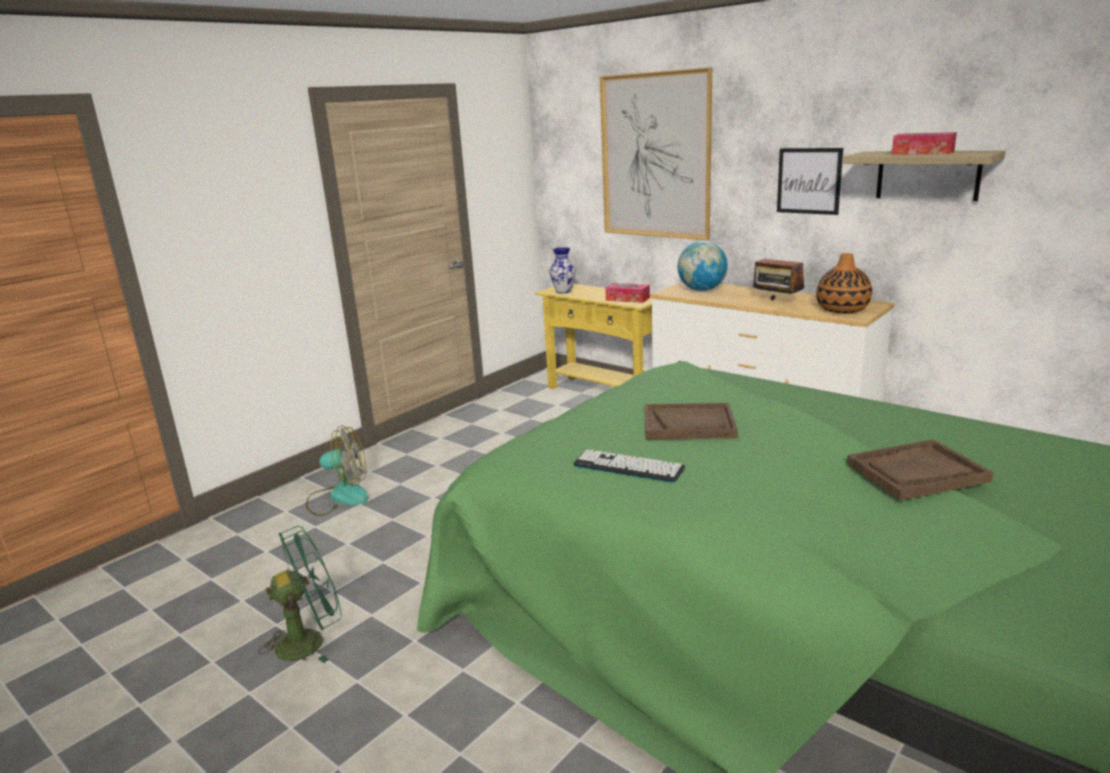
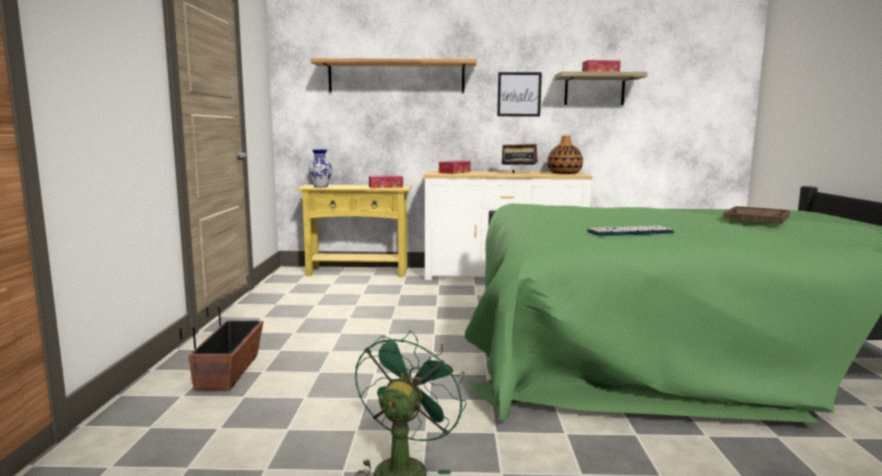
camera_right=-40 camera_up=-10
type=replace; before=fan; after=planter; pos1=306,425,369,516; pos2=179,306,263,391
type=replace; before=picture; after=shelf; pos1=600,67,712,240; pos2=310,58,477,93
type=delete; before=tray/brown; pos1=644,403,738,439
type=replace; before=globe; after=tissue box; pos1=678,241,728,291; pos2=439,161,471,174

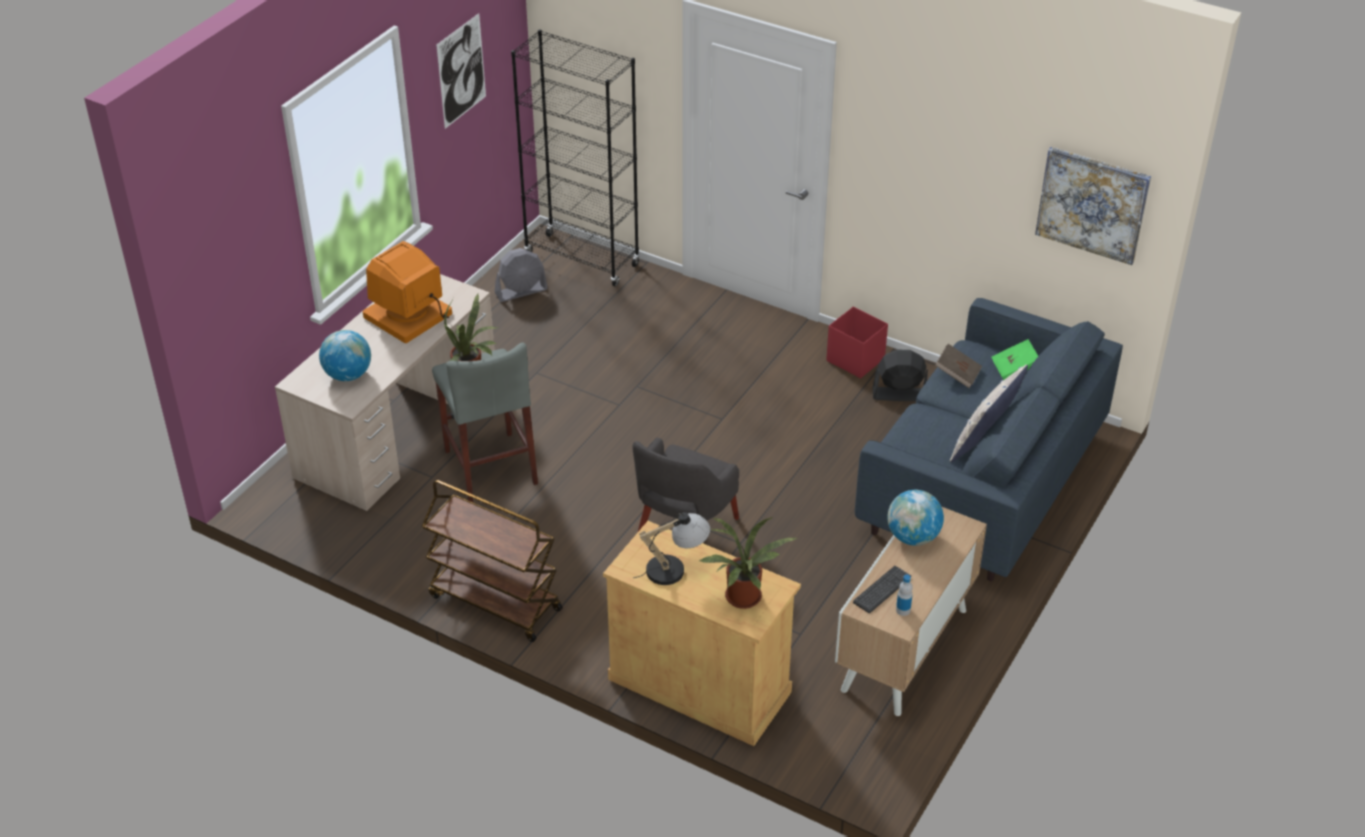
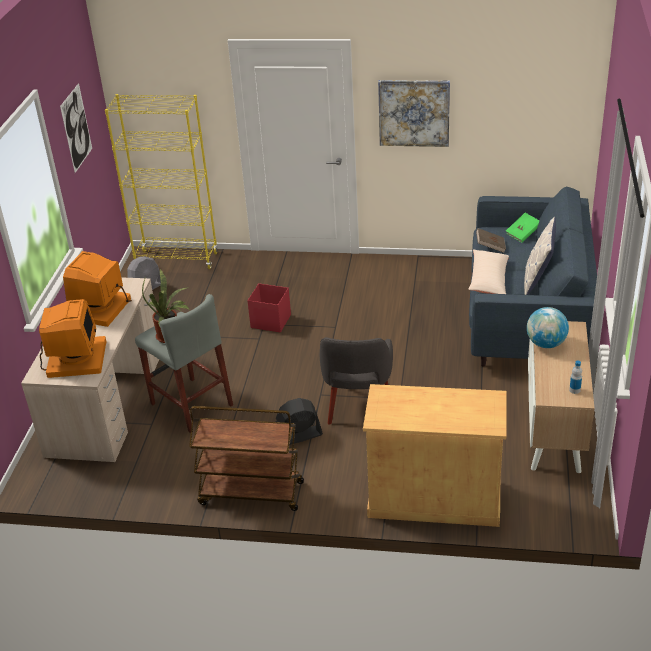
camera_right=-20 camera_up=-5
type=replace; before=globe; after=monitor; pos1=319,330,371,381; pos2=39,299,106,378
type=recolor; before=bookcase/black; after=bookcase/yellow; pos1=511,29,640,286; pos2=105,94,218,269
type=delete; before=table lamp; pos1=634,512,710,585
type=delete; before=potted plant; pos1=699,517,797,609
type=move; before=storage box/red; pos1=826,307,888,378; pos2=247,283,291,332
type=delete; before=keyboard; pos1=853,566,911,613
type=move; before=fan/black; pos1=873,350,928,401; pos2=275,398,323,445
type=move; before=picture; pos1=1035,147,1151,265; pos2=378,80,450,147
type=insert; after=pillow/beige; pos2=468,249,509,294

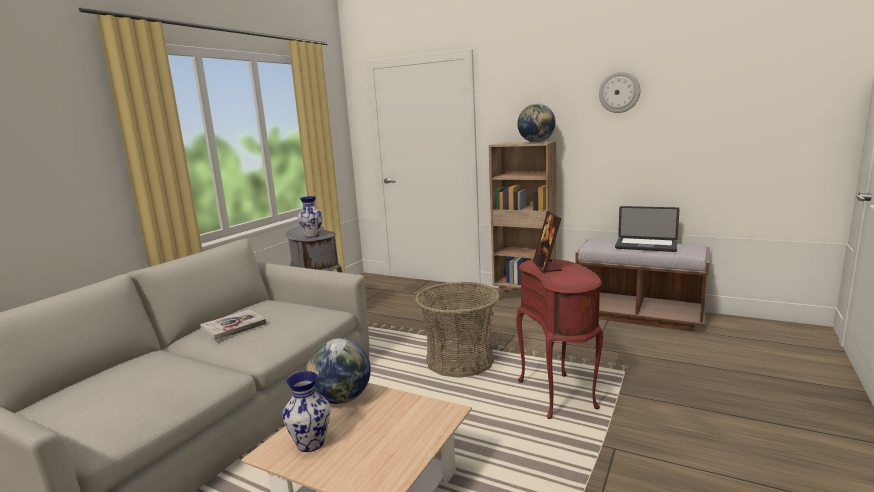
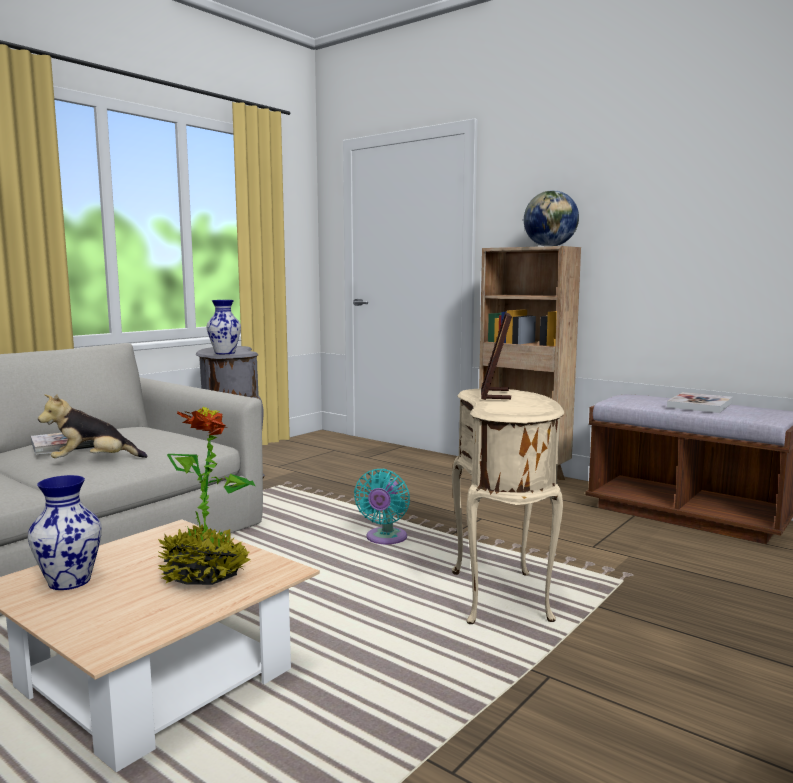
camera_right=10 camera_up=-5
type=delete; before=globe; pos1=306,338,371,404
type=replace; before=basket; after=fan/turquoise; pos1=415,282,500,378; pos2=354,469,410,544
type=recolor; before=side table/red; after=side table/beige; pos1=516,259,603,419; pos2=452,389,564,624
type=delete; before=wall clock; pos1=599,72,641,113
type=replace; before=laptop; after=book; pos1=615,206,680,252; pos2=667,392,733,413
type=insert; after=plush toy; pos2=38,394,148,458
type=insert; after=potted plant; pos2=157,406,255,585

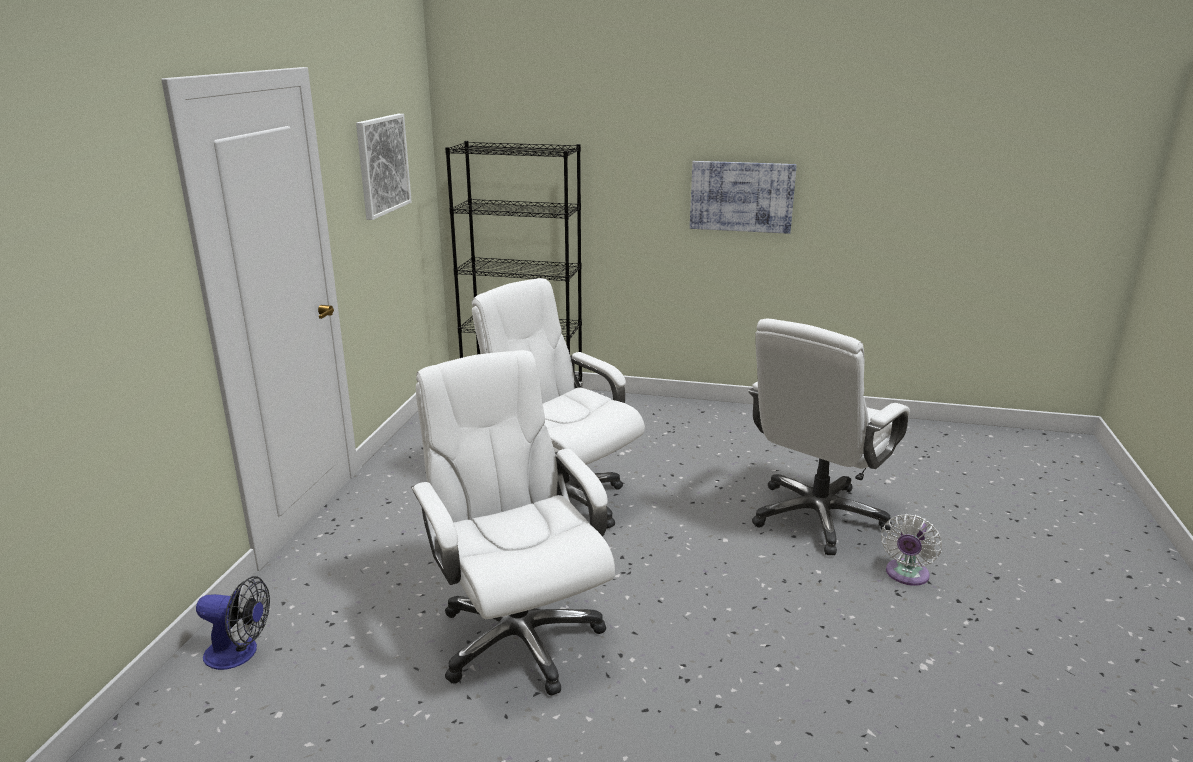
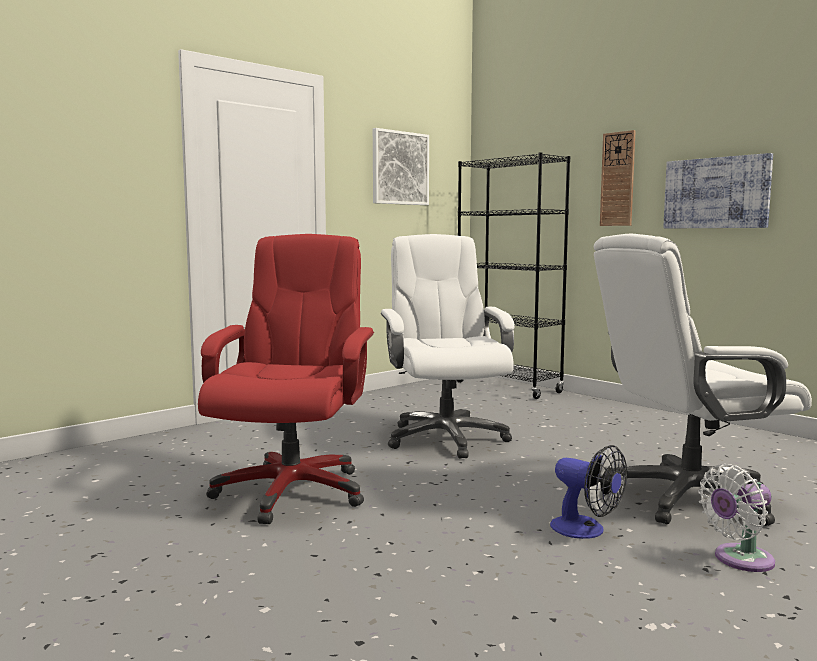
camera_right=35 camera_up=-15
type=move; before=fan; pos1=196,576,270,670; pos2=550,445,627,539
type=recolor; before=office chair/white; after=office chair/red; pos1=411,350,615,696; pos2=198,234,374,524
type=insert; after=wall clock; pos2=600,130,636,226

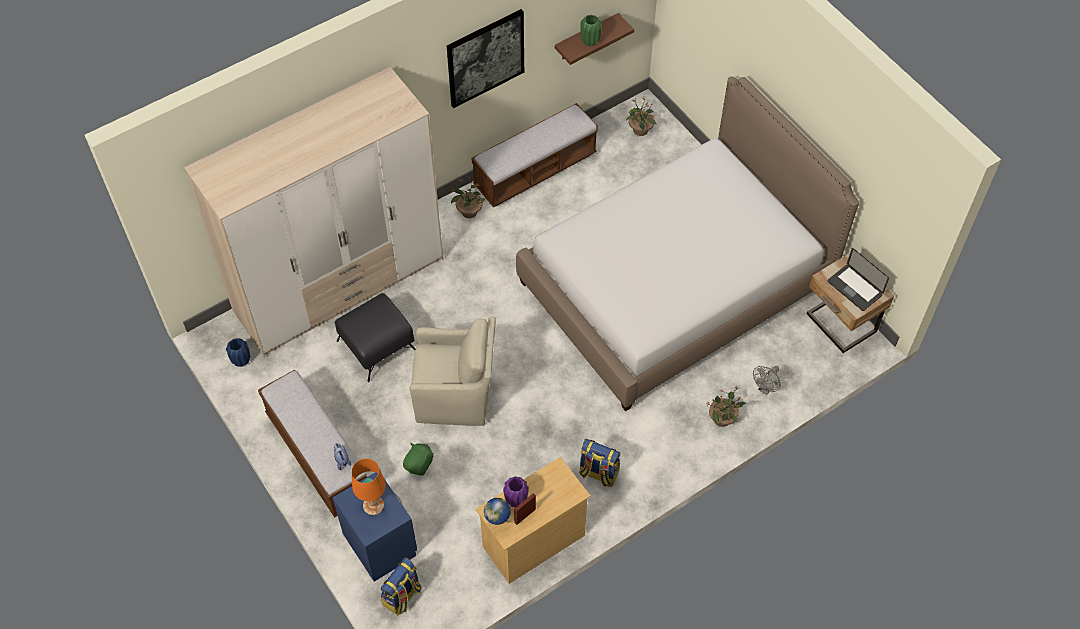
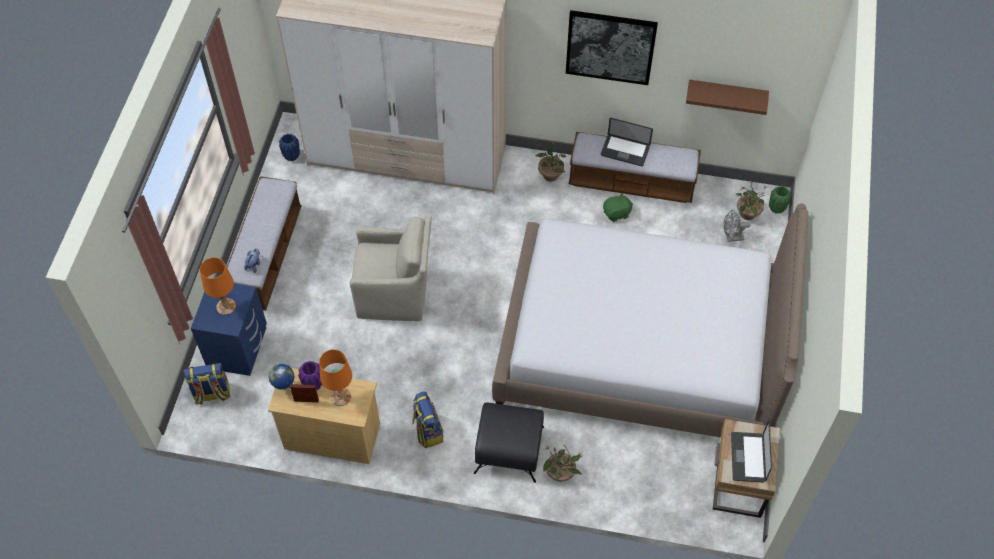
camera_right=45 camera_up=0
type=move; before=ottoman/black; pos1=335,293,415,382; pos2=474,403,544,483
type=move; before=plush toy/green; pos1=403,443,434,475; pos2=603,192,633,222
type=rotate; before=armchair/beige; pos1=410,316,496,426; pos2=350,215,432,321; turn=-45
type=move; before=vase/green; pos1=580,14,602,46; pos2=769,186,791,214
type=move; before=fan/grey; pos1=753,366,780,395; pos2=724,210,750,242
type=insert; after=table lamp/orange; pos2=319,349,352,406
type=insert; after=laptop; pos2=601,118,653,166

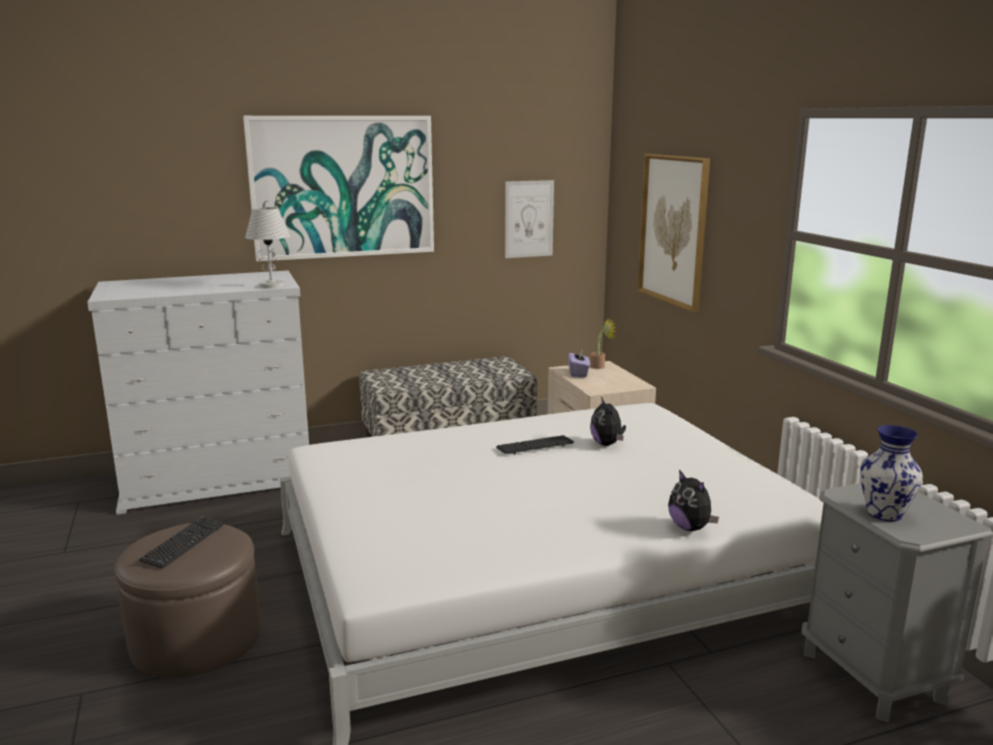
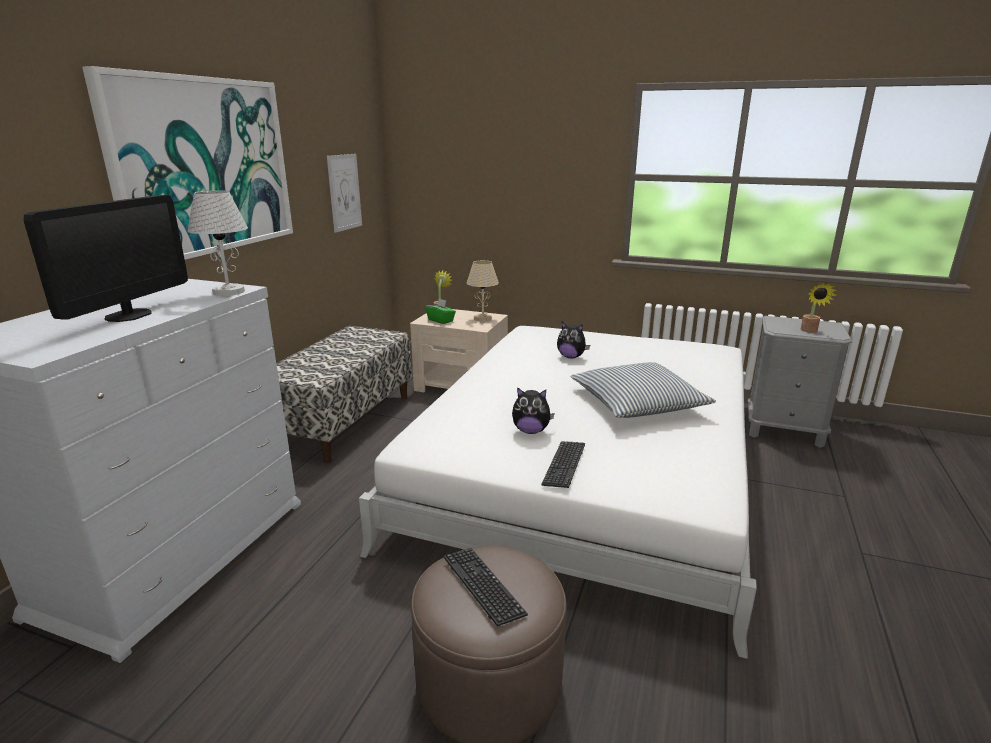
camera_right=-50 camera_up=5
type=move; before=keyboard; pos1=496,435,574,455; pos2=541,441,585,488
type=recolor; before=tissue box/purple; after=tissue box/green; pos1=568,349,590,377; pos2=425,299,456,324
type=delete; before=picture; pos1=637,154,710,312
type=move; before=plush toy; pos1=668,470,719,531; pos2=512,387,555,434
type=replace; before=vase; after=potted plant; pos1=860,425,923,521; pos2=801,282,837,333
type=insert; after=monitor; pos2=24,195,188,322
type=insert; after=table lamp/beige; pos2=466,260,499,322
type=insert; after=pillow; pos2=571,362,716,418

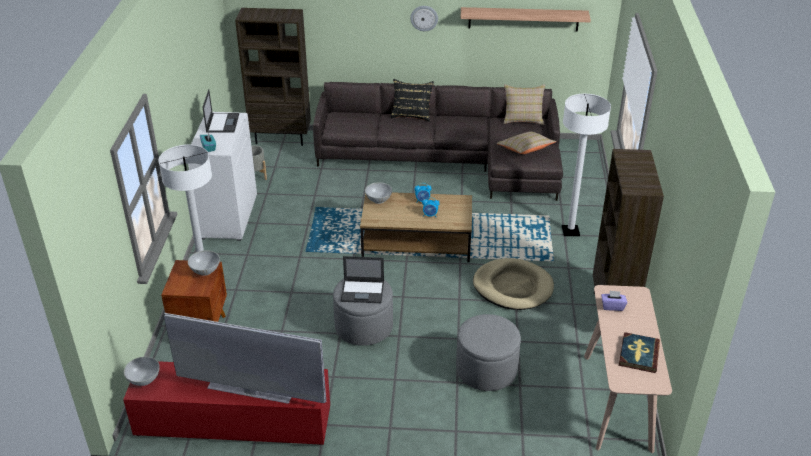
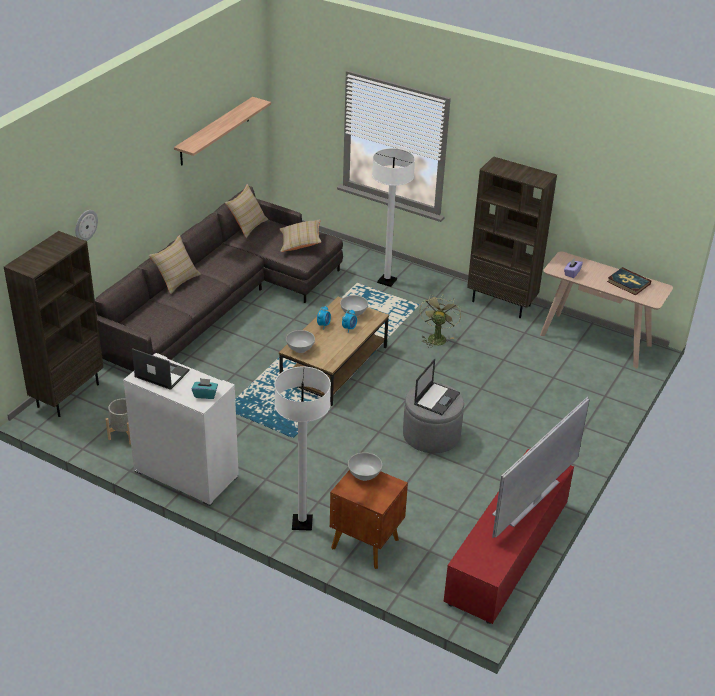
camera_right=-65 camera_up=0
type=move; before=bowl/white; pos1=124,357,160,386; pos2=340,295,368,317
type=recolor; before=pillow/black; after=pillow/beige; pos1=390,79,434,122; pos2=148,235,201,294
type=move; before=wall clock; pos1=410,6,438,31; pos2=75,210,98,241
type=delete; before=ottoman/grey; pos1=456,314,521,391
type=replace; before=dog bed/beige; after=fan/green; pos1=473,258,554,310; pos2=420,295,461,348

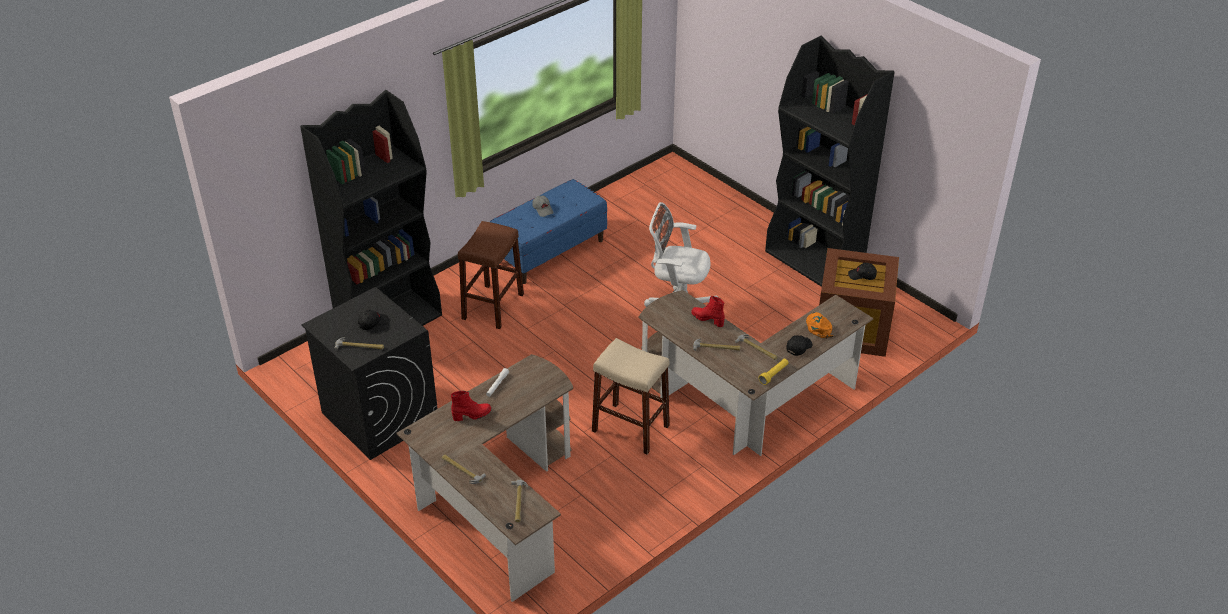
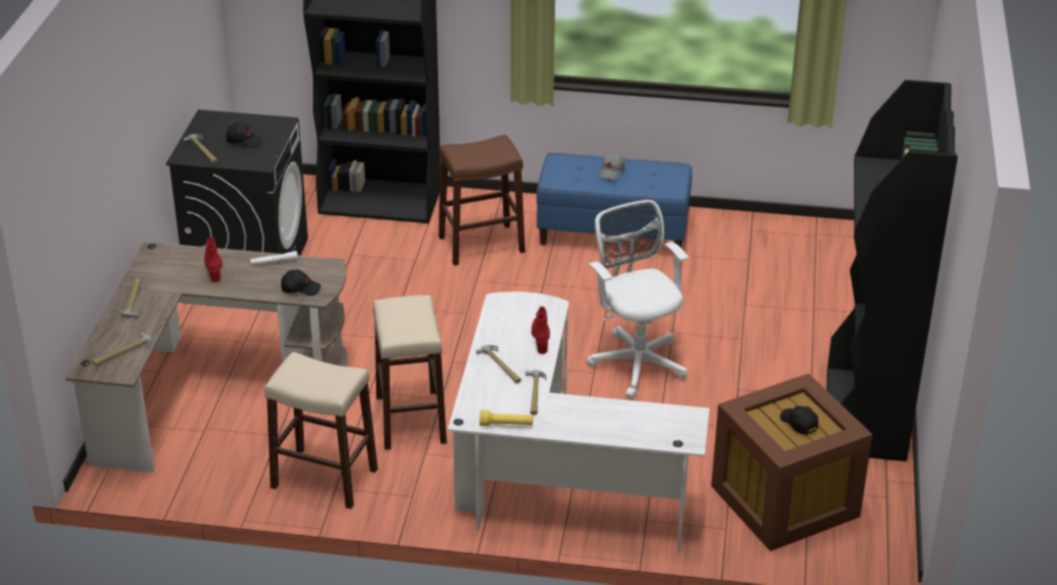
camera_right=50 camera_up=-5
type=rotate; before=boot/red; pos1=451,391,491,421; pos2=204,237,222,282; turn=-135
type=recolor; before=desk/brown; after=desk/white; pos1=638,290,873,456; pos2=448,292,710,553
type=move; before=cap/black; pos1=786,335,813,356; pos2=281,270,321,296
type=delete; before=cap/orange; pos1=806,312,833,338
type=insert; after=stool/beige; pos2=264,352,378,509

